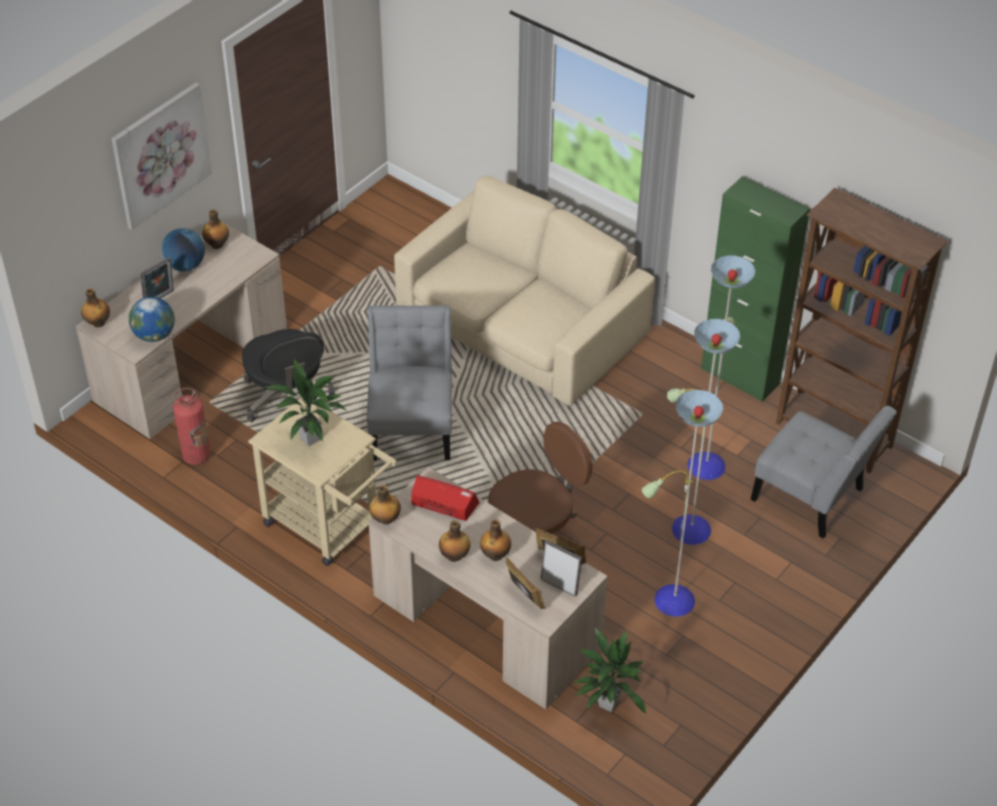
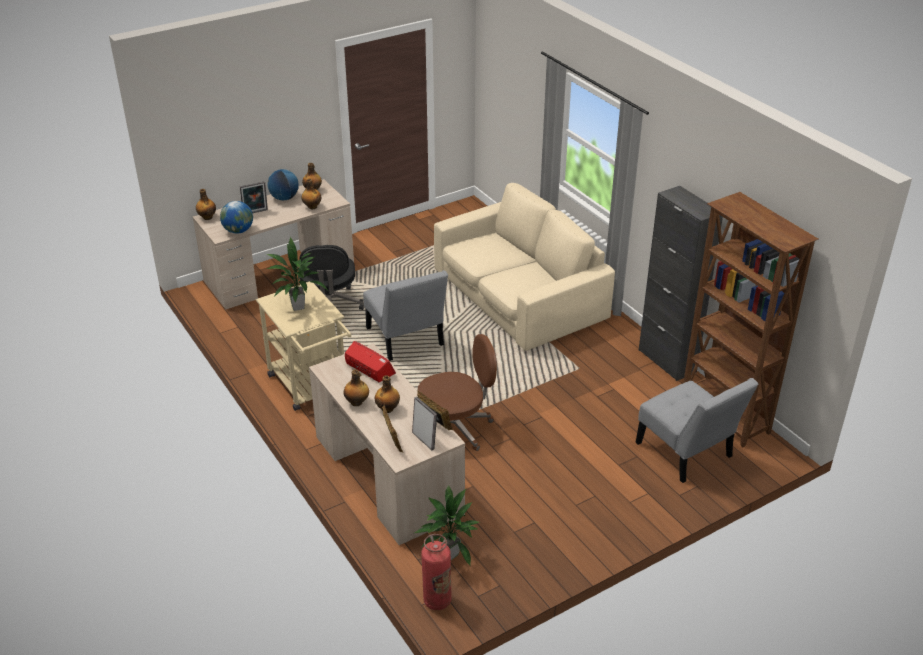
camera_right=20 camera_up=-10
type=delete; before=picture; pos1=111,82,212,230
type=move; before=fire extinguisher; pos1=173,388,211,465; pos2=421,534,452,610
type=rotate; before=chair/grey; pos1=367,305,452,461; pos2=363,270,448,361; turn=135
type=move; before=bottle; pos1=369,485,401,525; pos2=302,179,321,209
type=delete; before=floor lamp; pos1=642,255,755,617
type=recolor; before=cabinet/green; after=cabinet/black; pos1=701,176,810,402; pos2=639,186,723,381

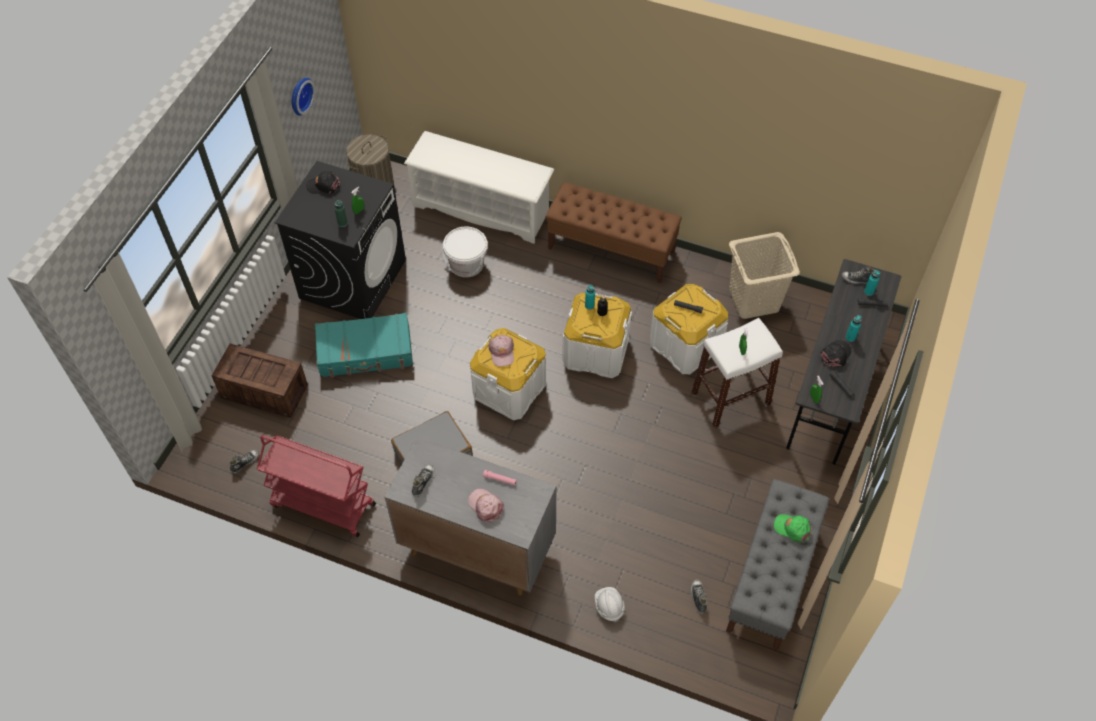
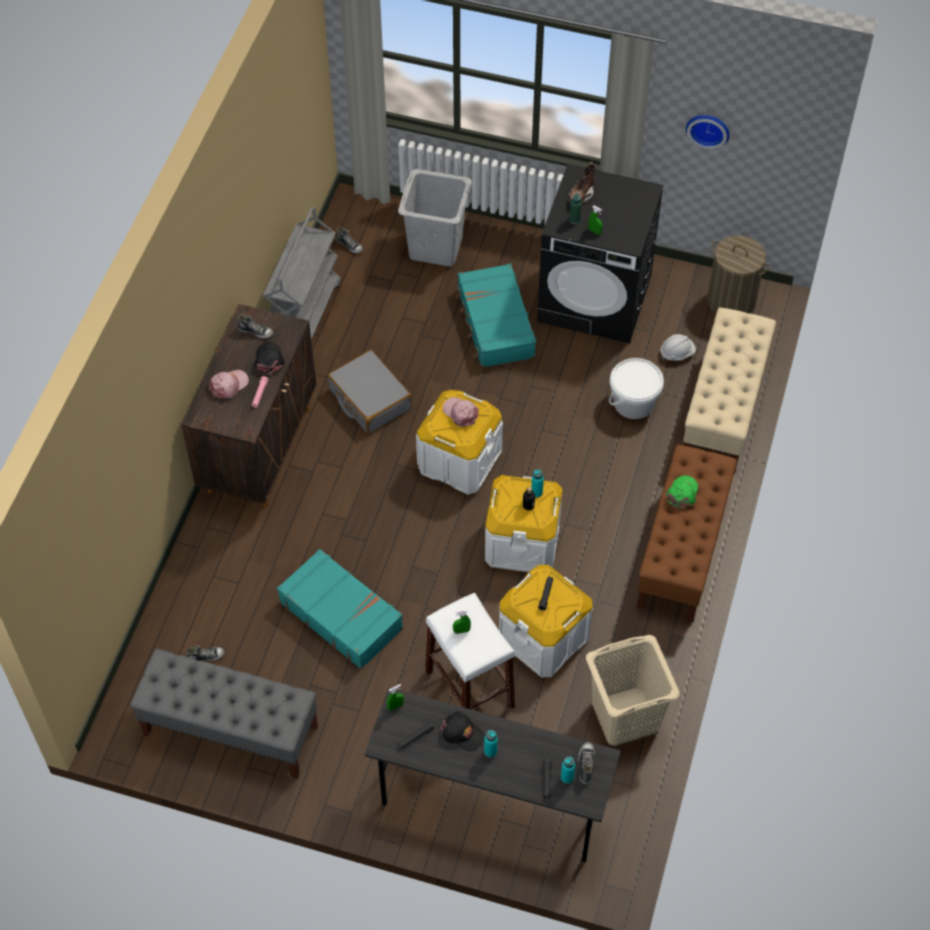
camera_right=85 camera_up=0
type=replace; before=crate; after=laundry basket/grey; pos1=212,343,308,418; pos2=398,169,472,266
type=recolor; before=cart/red; after=cart/grey; pos1=257,435,376,537; pos2=263,207,340,340
type=move; before=cap/black; pos1=306,171,340,194; pos2=255,342,285,375
type=recolor; before=cabinet/grey; after=cabinet/brown; pos1=385,437,556,595; pos2=181,304,316,508
type=replace; before=shoe rack/white; after=bench/beige; pos1=404,131,554,244; pos2=683,307,776,474
type=rotate; before=cap/pink; pos1=488,335,514,366; pos2=443,397,479,427; turn=60
type=move; before=hard hat/white; pos1=595,587,625,622; pos2=661,334,696,361
type=move; before=cap/green; pos1=774,514,812,543; pos2=666,475,698,509
type=insert; after=suitcase/turquoise; pos2=277,549,403,669
type=insert; after=boot/brown; pos2=569,162,596,203

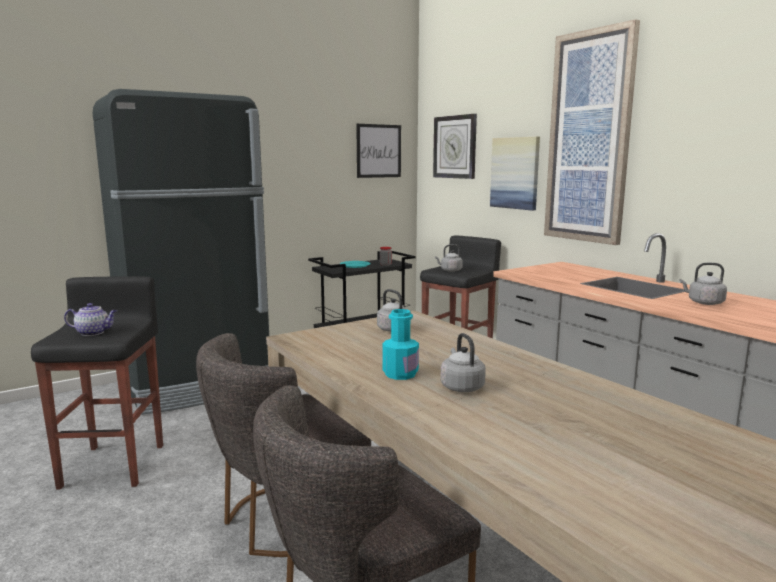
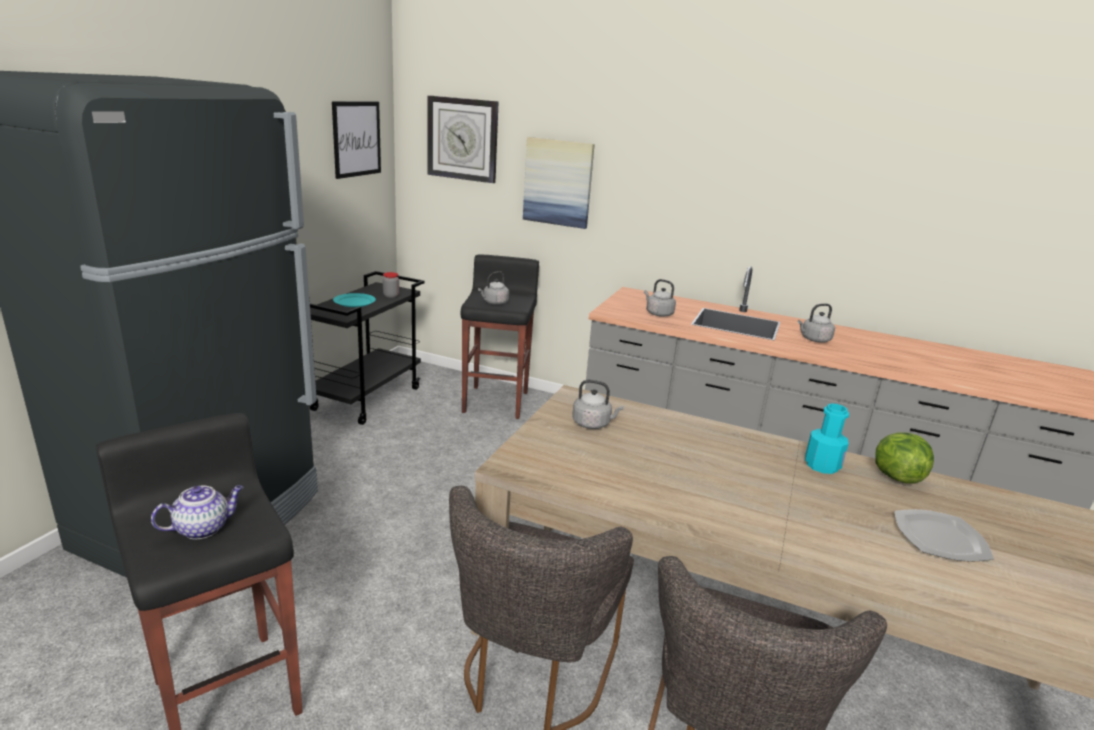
camera_right=-35 camera_up=10
type=move; before=bottle/turquoise; pos1=382,309,419,380; pos2=805,403,849,474
type=move; before=kettle/grey; pos1=440,333,486,392; pos2=644,279,676,317
type=delete; before=picture; pos1=544,19,640,245
type=insert; after=lettuce; pos2=876,432,934,484
type=insert; after=plate; pos2=895,509,994,562

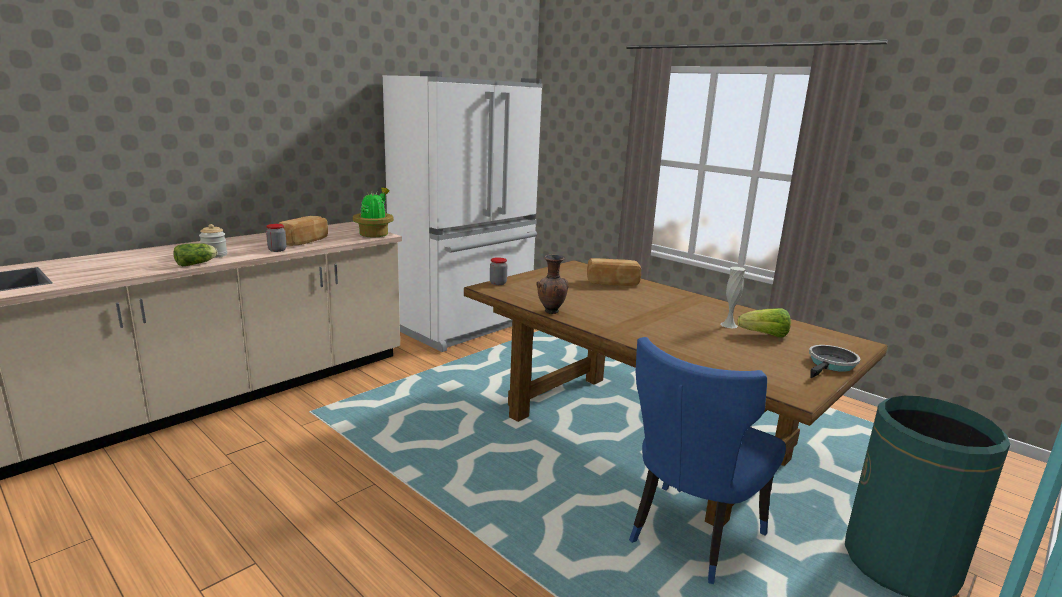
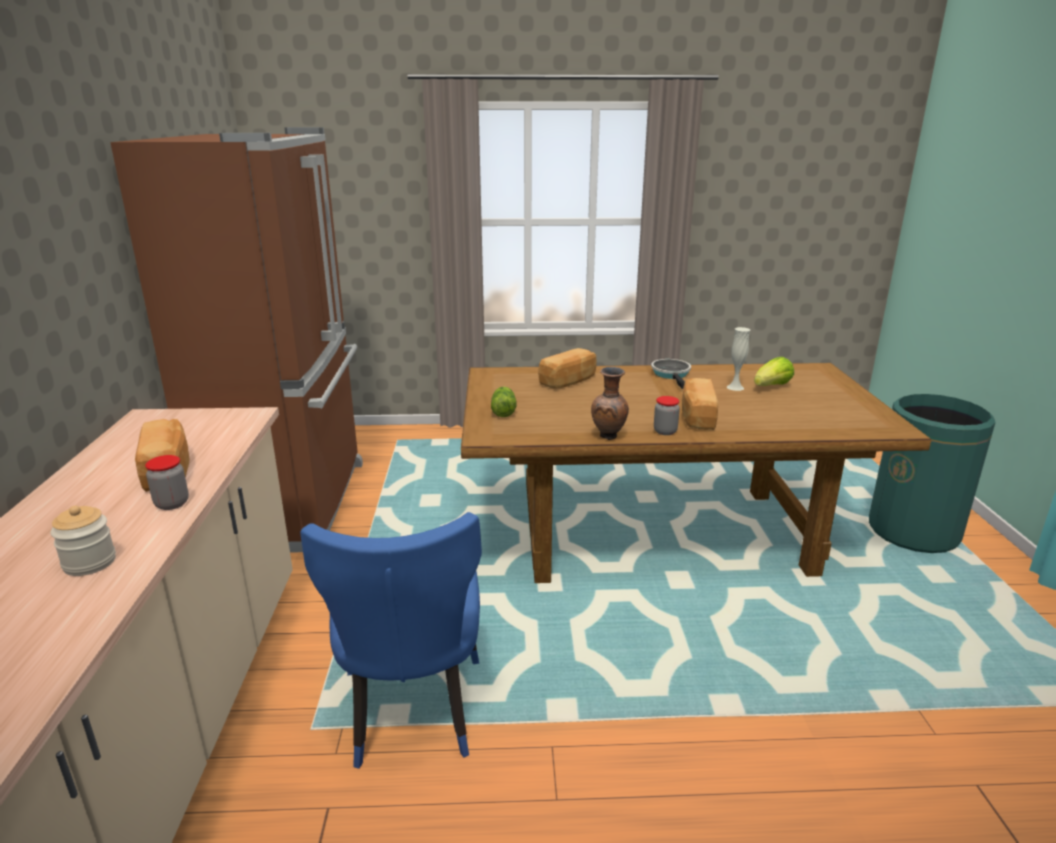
camera_right=-45 camera_up=5
type=move; before=lettuce; pos1=173,243,218,266; pos2=491,386,517,417
type=delete; before=potted plant; pos1=353,187,394,237
type=recolor; before=fridge/white; after=fridge/brown; pos1=383,71,543,352; pos2=110,127,363,553
type=move; before=jar; pos1=490,257,507,285; pos2=654,396,680,435
type=move; before=chair/blue; pos1=629,337,786,584; pos2=300,512,482,769
type=move; before=frying pan; pos1=809,345,860,378; pos2=651,359,691,389
type=insert; after=bread; pos2=682,378,718,430

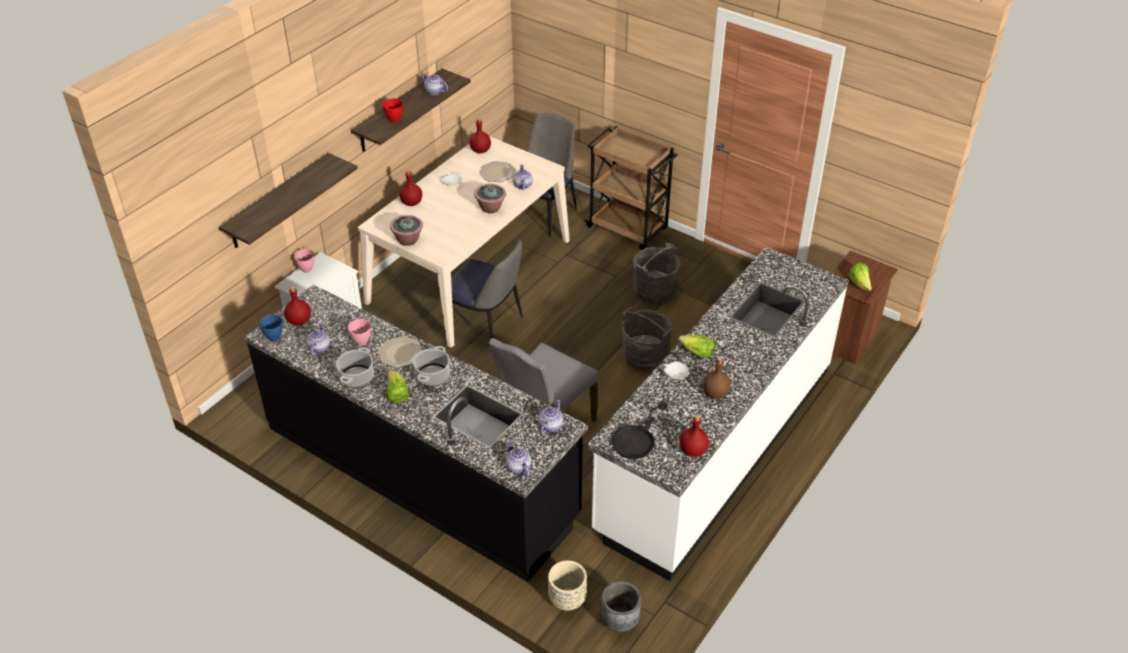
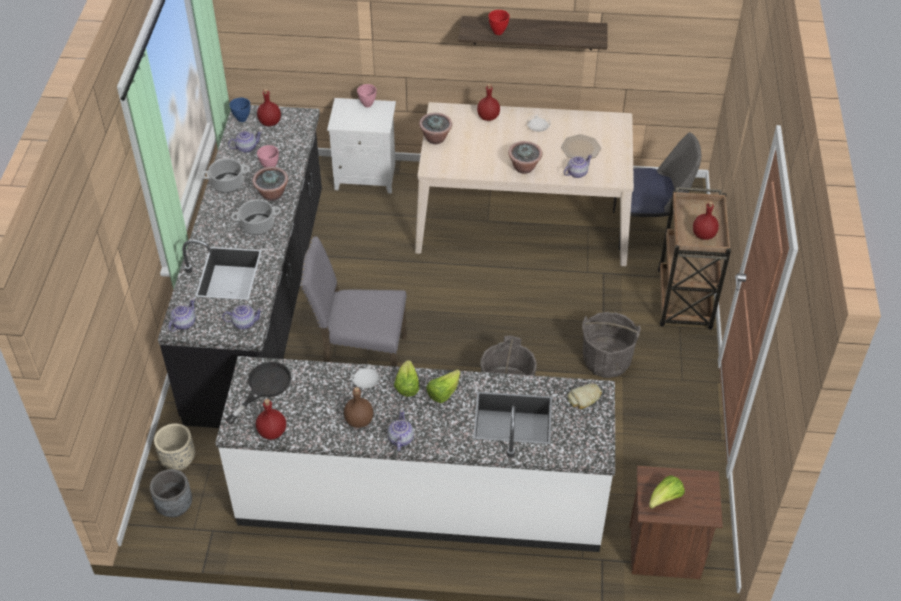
camera_right=60 camera_up=5
type=delete; before=shelf; pos1=219,153,358,248
type=replace; before=plate; after=potted plant; pos1=378,336,423,368; pos2=253,167,288,201
type=move; before=lettuce; pos1=386,370,409,403; pos2=426,369,460,403
type=move; before=teapot; pos1=420,74,448,95; pos2=387,410,414,451
type=delete; before=chair; pos1=442,239,523,338
type=move; before=bottle/red; pos1=469,118,491,154; pos2=693,202,719,240
type=rotate; before=frying pan/black; pos1=612,402,668,459; pos2=226,362,291,424; turn=120
type=insert; after=bread; pos2=567,384,602,409

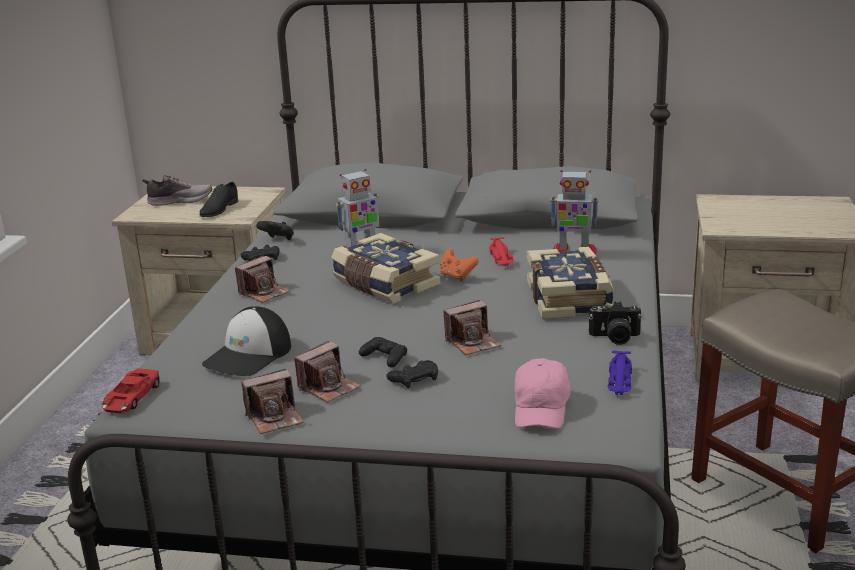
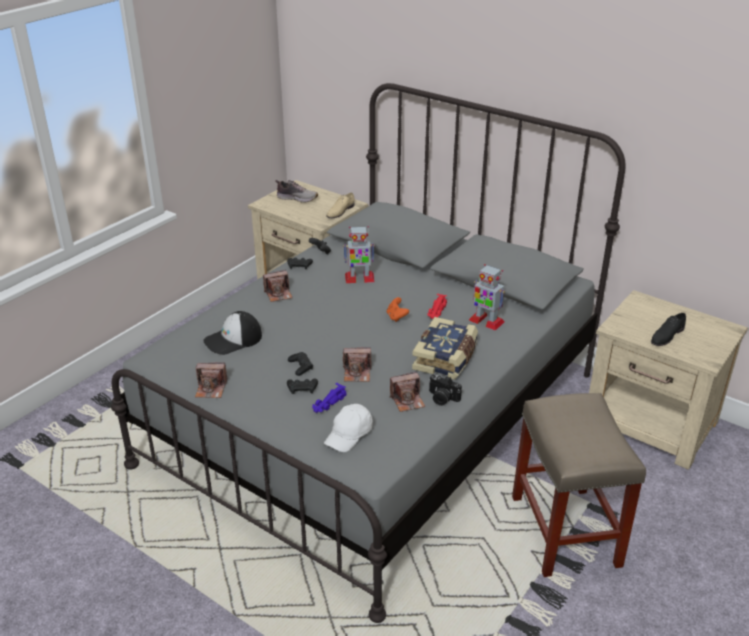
camera_right=25 camera_up=10
type=delete; before=toy car/red; pos1=102,368,159,414
type=move; before=shoe/black; pos1=200,182,238,217; pos2=651,313,686,346
type=move; before=photo camera; pos1=294,341,361,403; pos2=390,372,425,412
type=delete; before=book; pos1=331,233,441,303
type=recolor; before=cap/pink; after=cap/white; pos1=515,358,571,429; pos2=324,404,373,452
type=move; before=toy car/purple; pos1=607,351,632,395; pos2=312,383,347,413
type=insert; after=shoe/beige; pos2=327,193,355,218

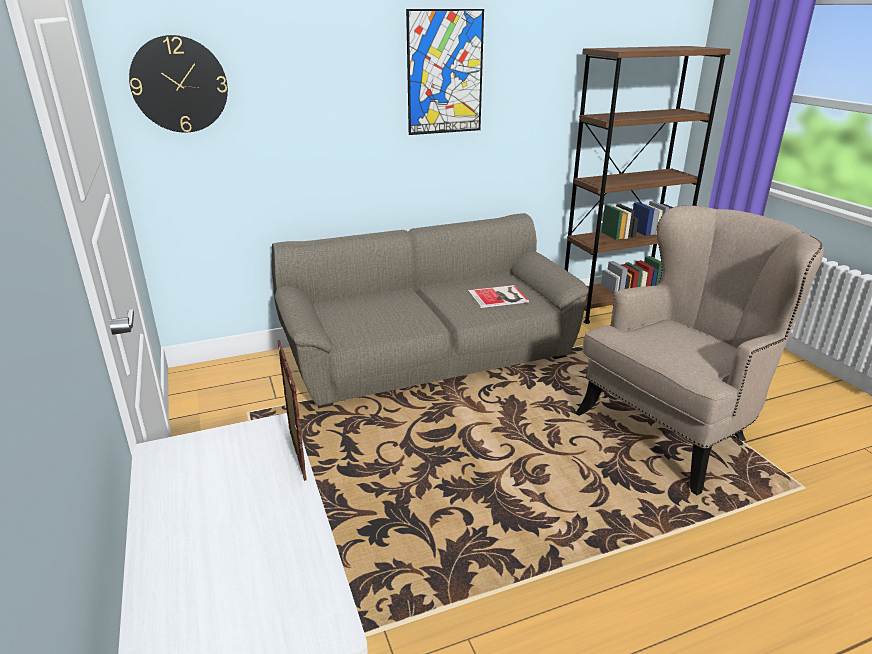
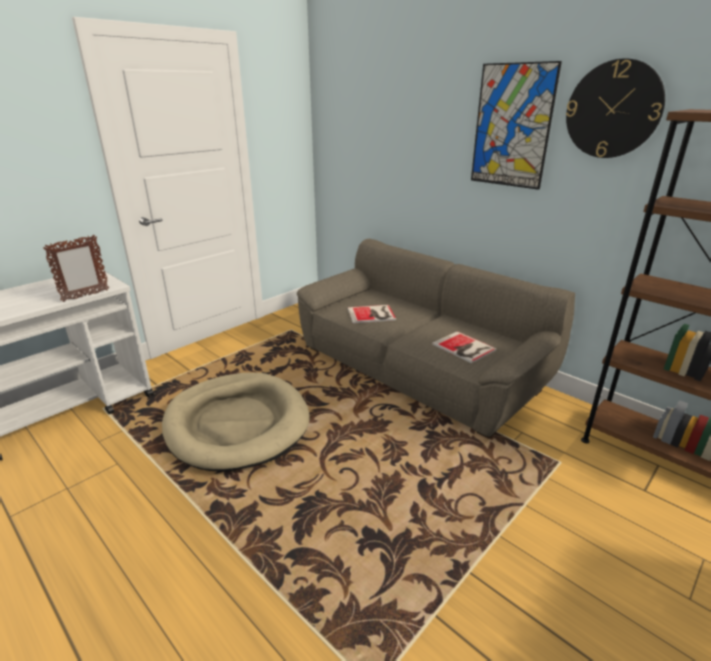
camera_right=65 camera_up=0
type=move; before=wall clock; pos1=129,35,228,133; pos2=566,58,665,158
type=delete; before=armchair/beige; pos1=575,205,824,495
type=insert; after=dog bed/beige; pos2=162,373,310,472
type=insert; after=book; pos2=347,305,396,323

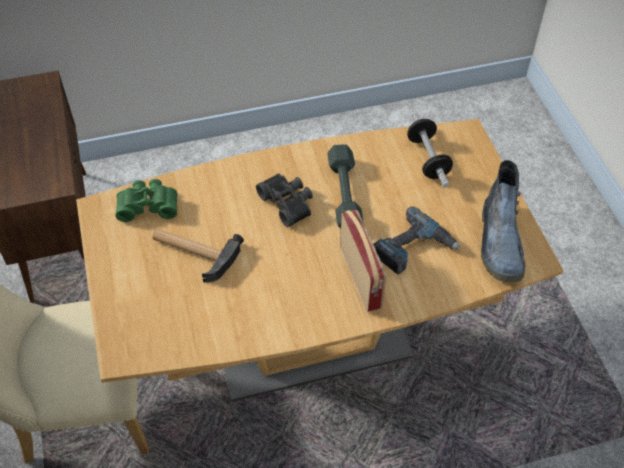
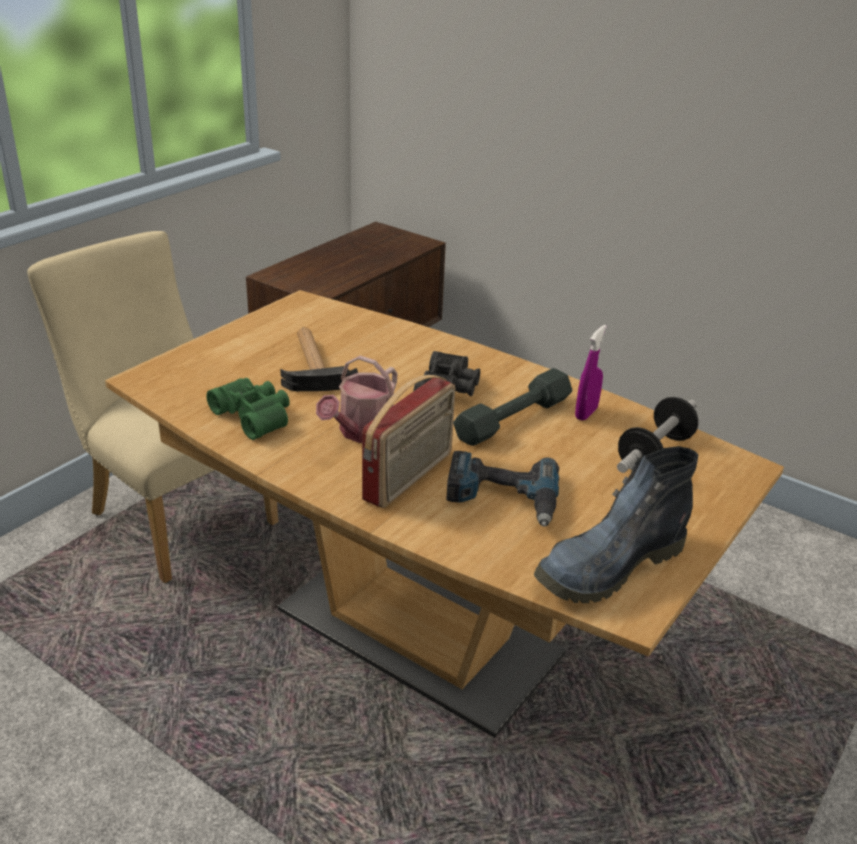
camera_right=50 camera_up=-20
type=move; before=binoculars/green; pos1=116,179,177,222; pos2=206,378,290,440
type=insert; after=watering can; pos2=316,355,398,443
type=insert; after=spray bottle/purple; pos2=575,325,607,421

